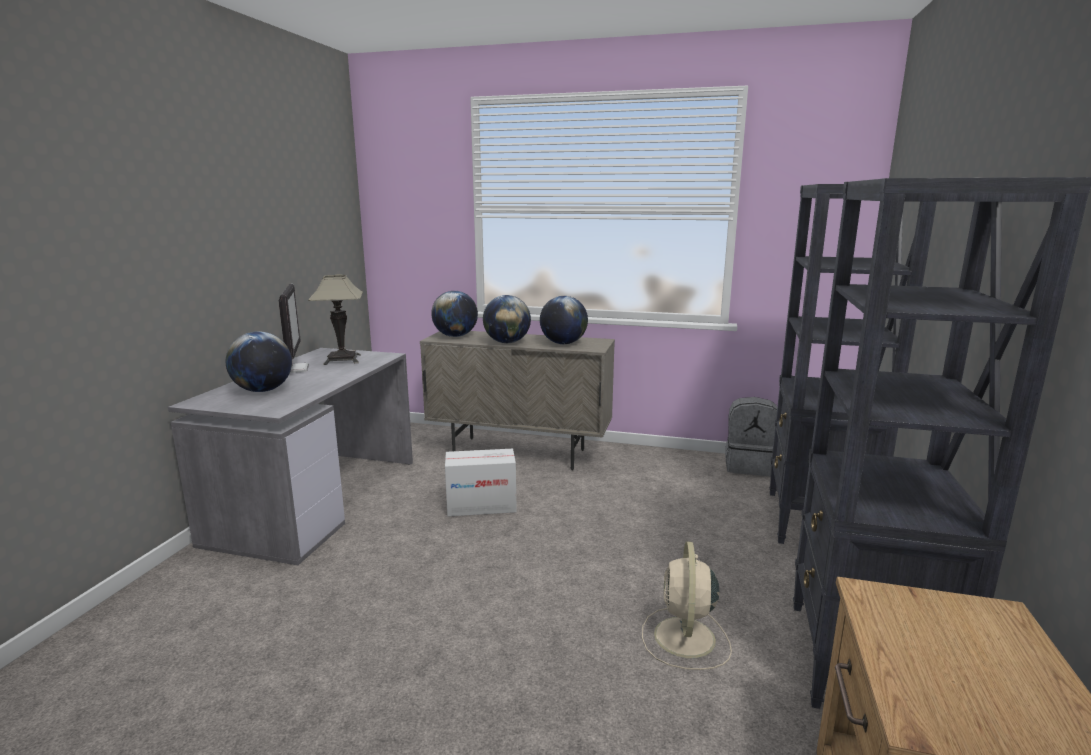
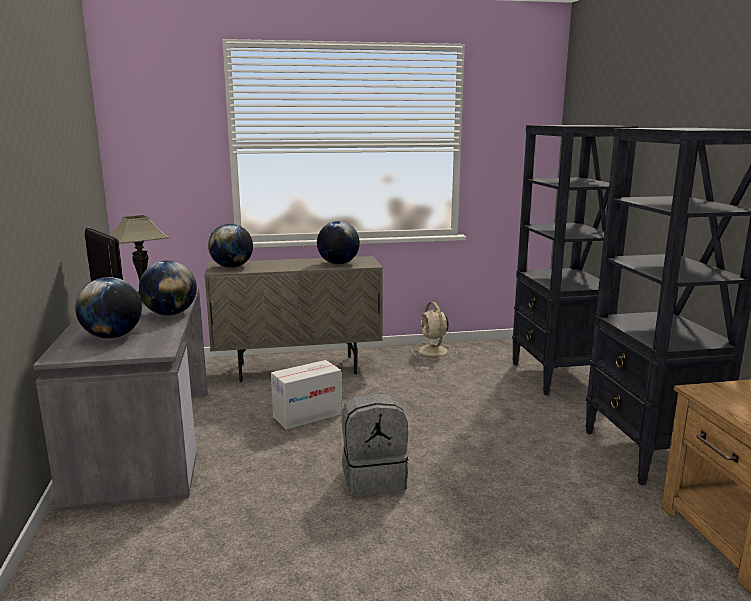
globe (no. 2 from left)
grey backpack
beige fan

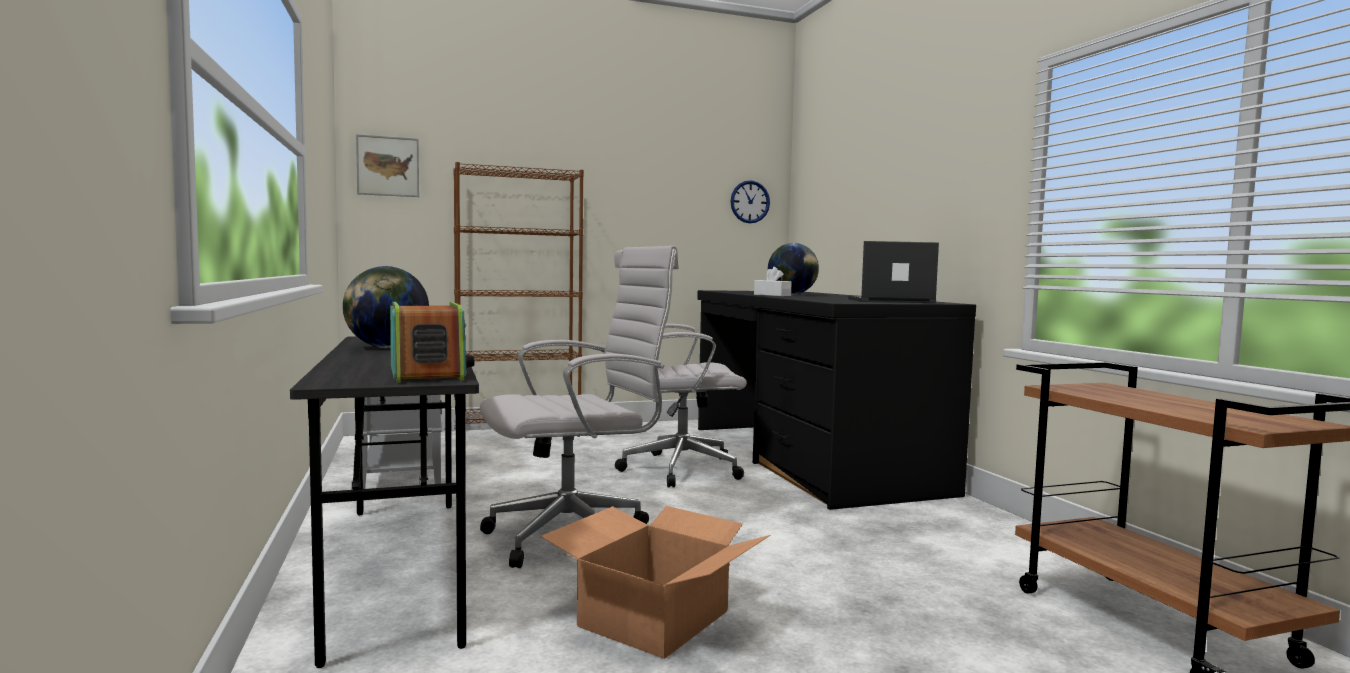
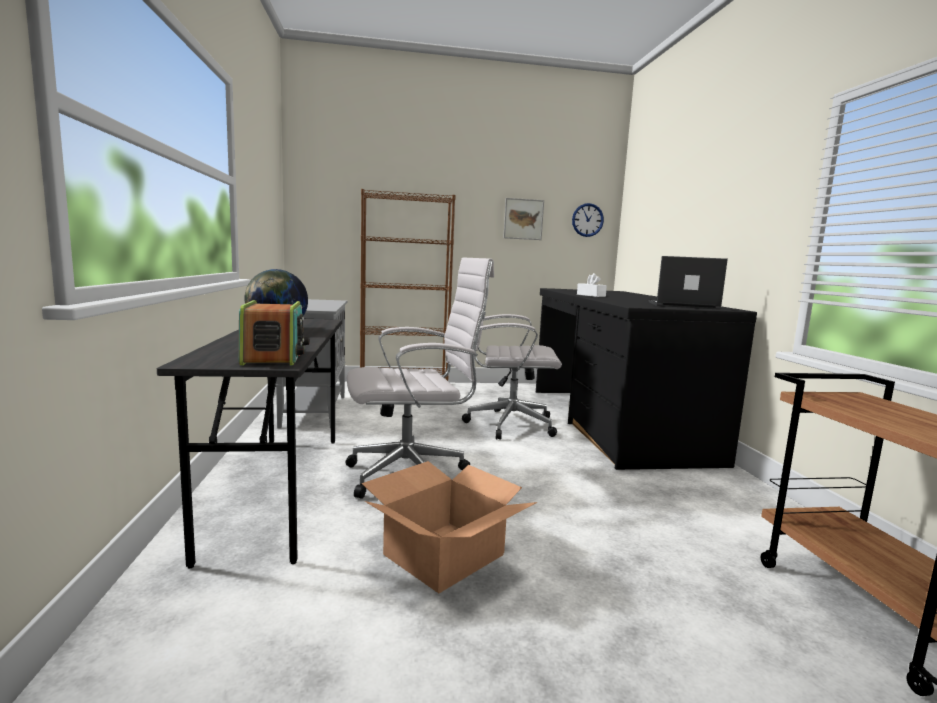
picture
globe (no. 2 from left in the first image)

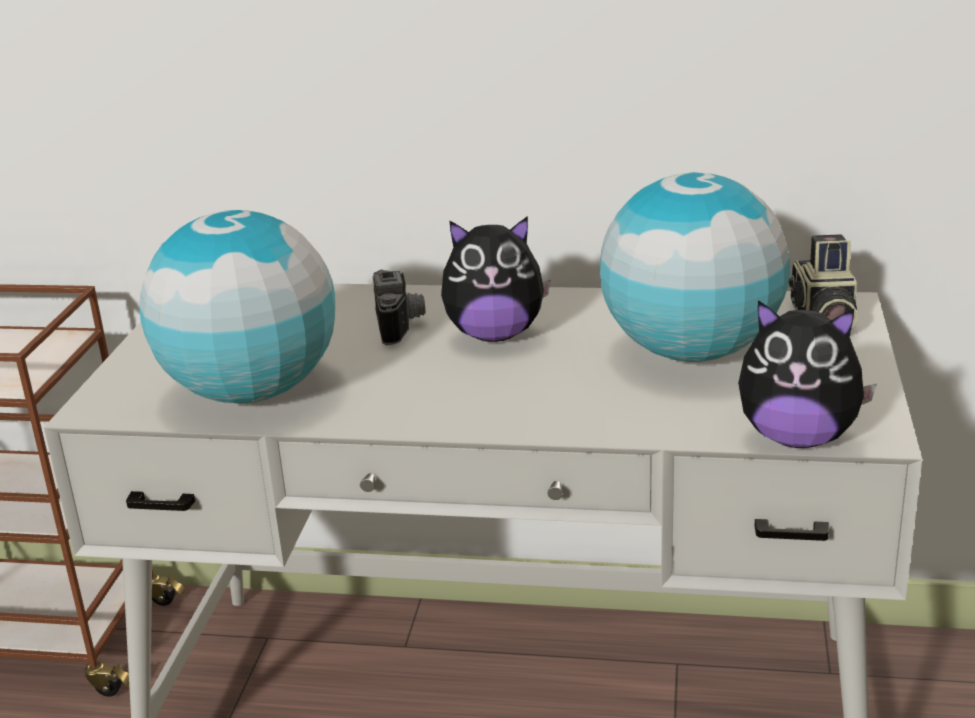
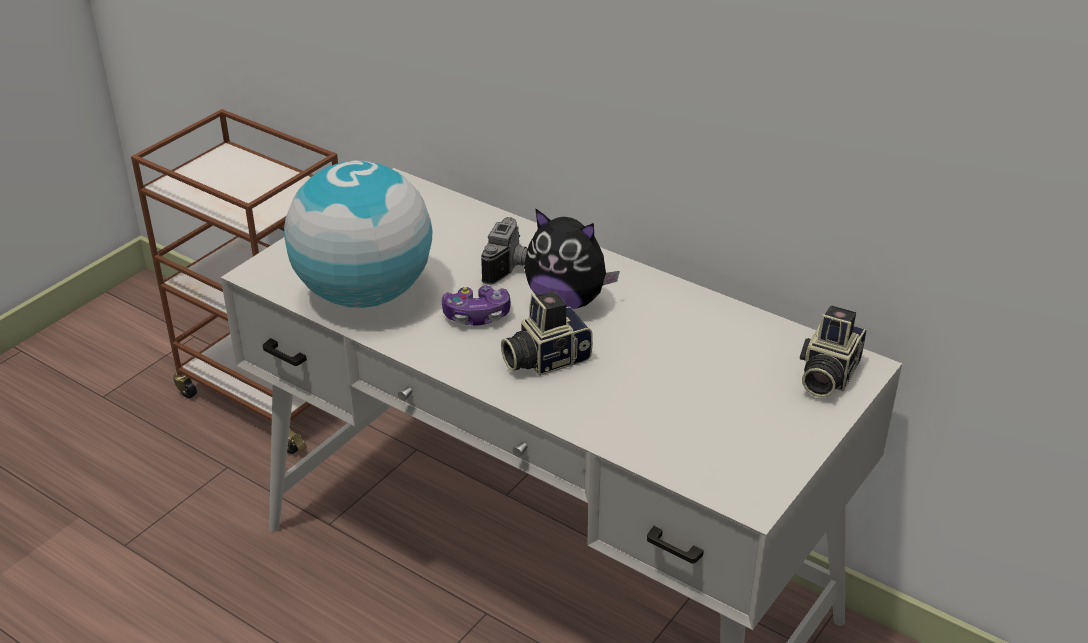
game controller
photo camera (no. 2 from left)
globe (no. 2 from left in the first image)
plush toy (no. 2 from left in the first image)

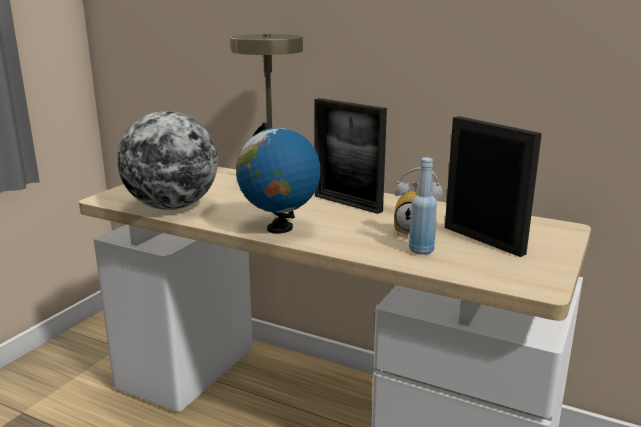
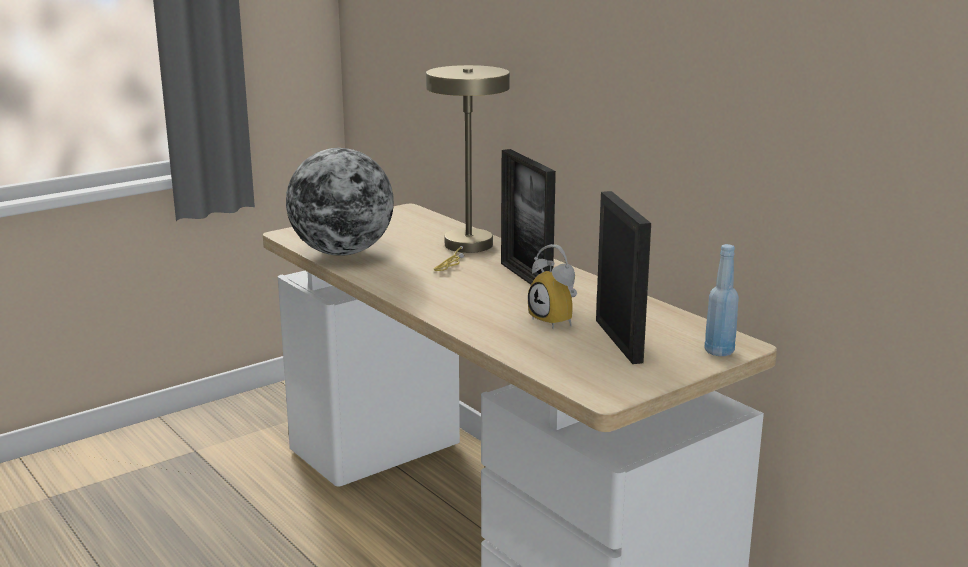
blue bottle
globe (no. 2 from left in the first image)

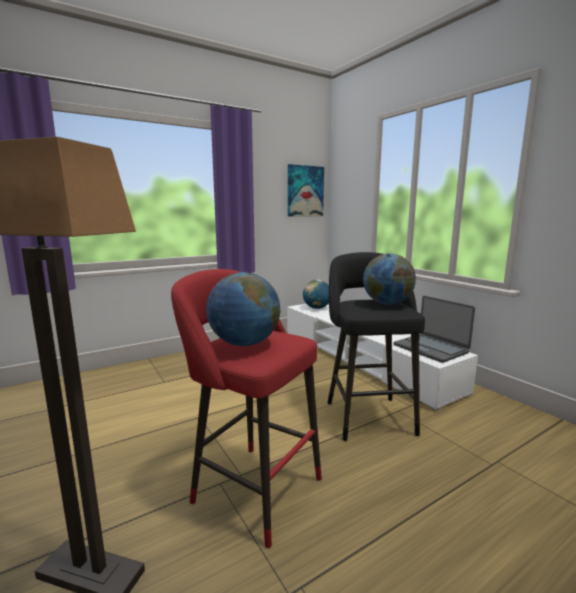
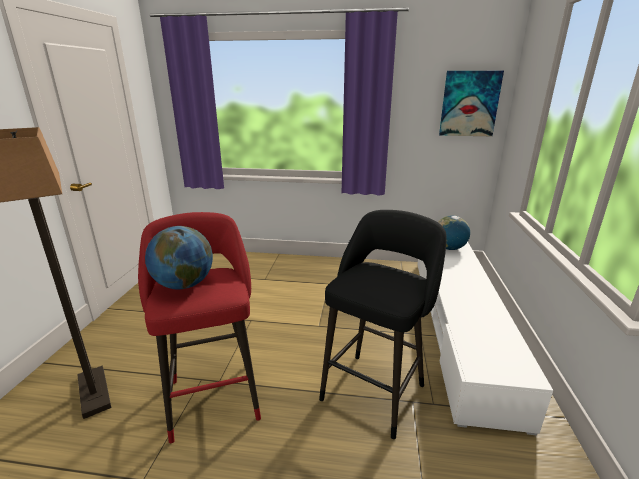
globe (no. 3 from left in the first image)
laptop

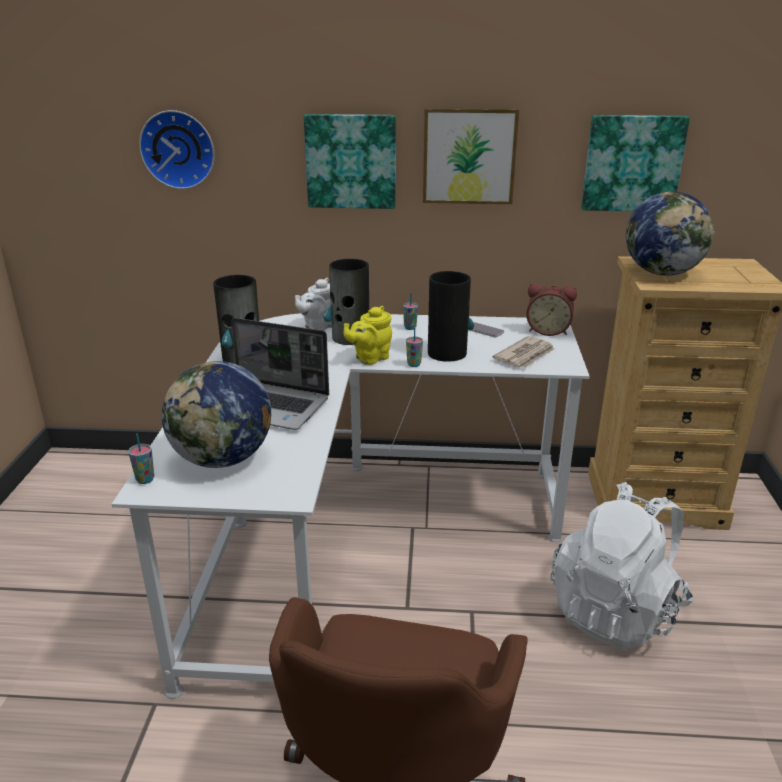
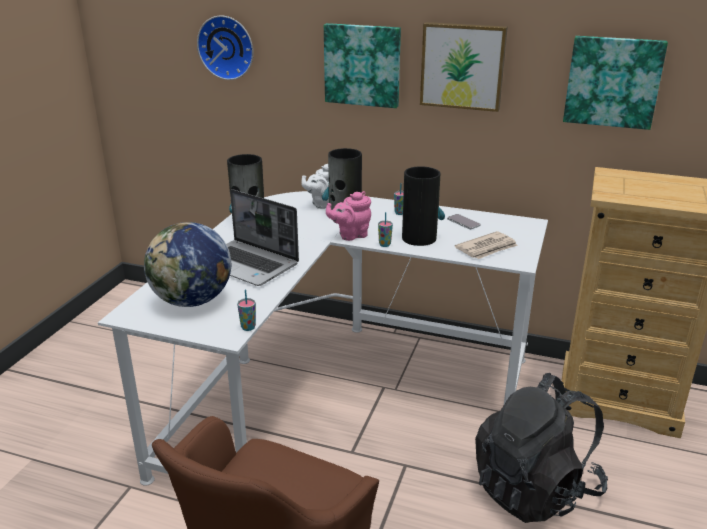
cup (no. 1 from left)
pink teapot
black backpack
alarm clock
globe (no. 2 from left in the first image)

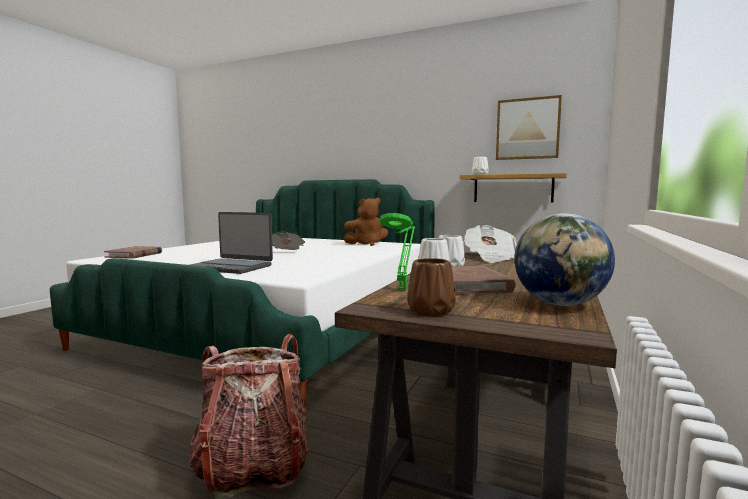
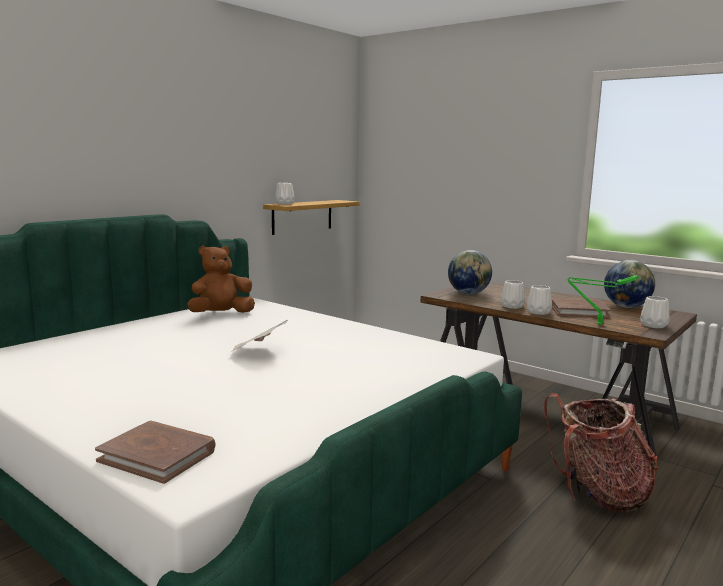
brown plush toy
globe (no. 1 from left)
white vase (no. 4 from left)
laptop
picture

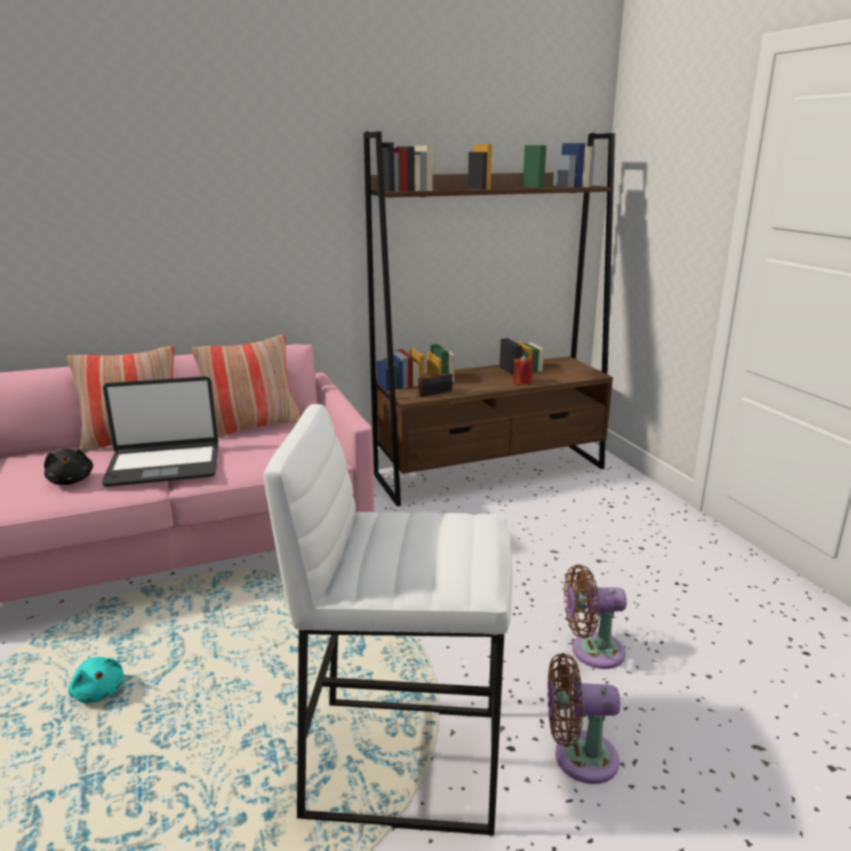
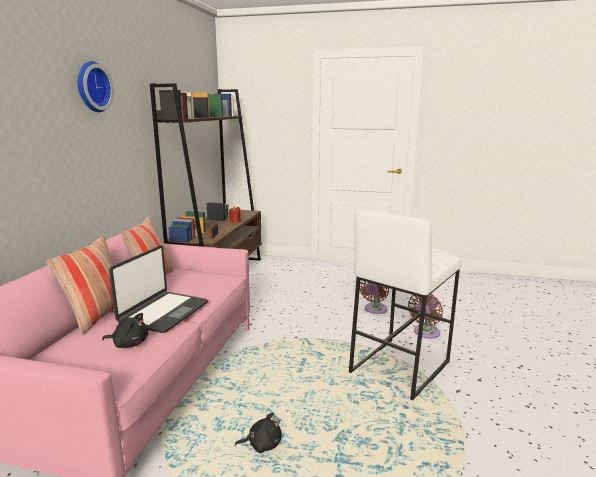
wall clock
black plush toy (no. 2 from left)

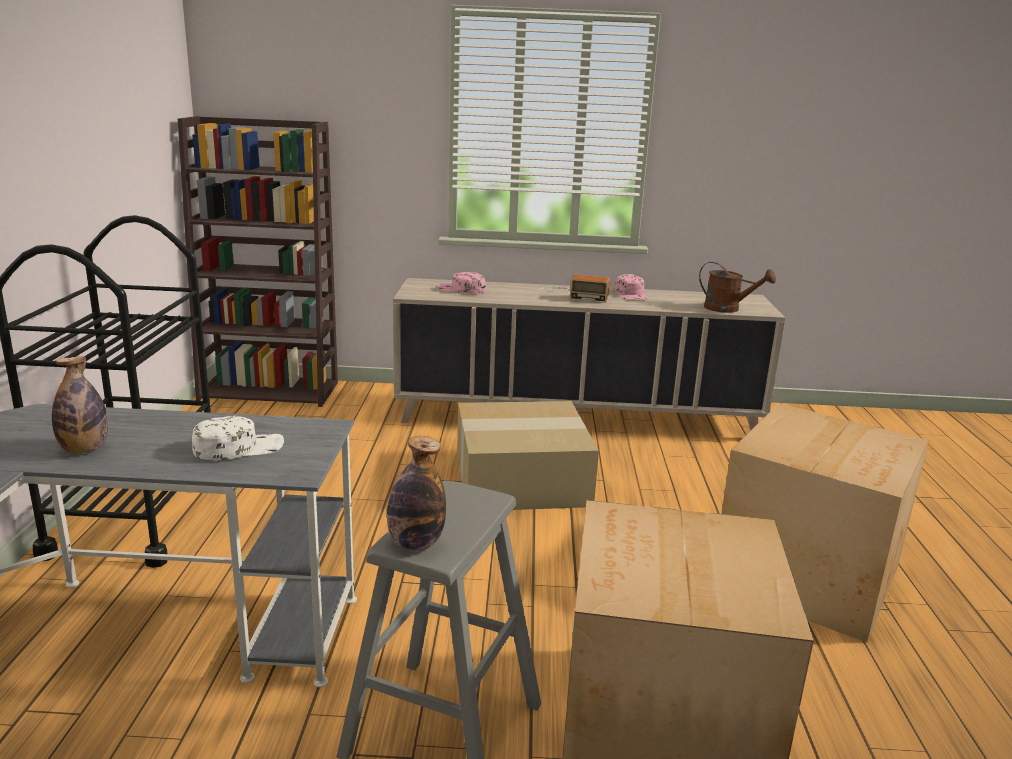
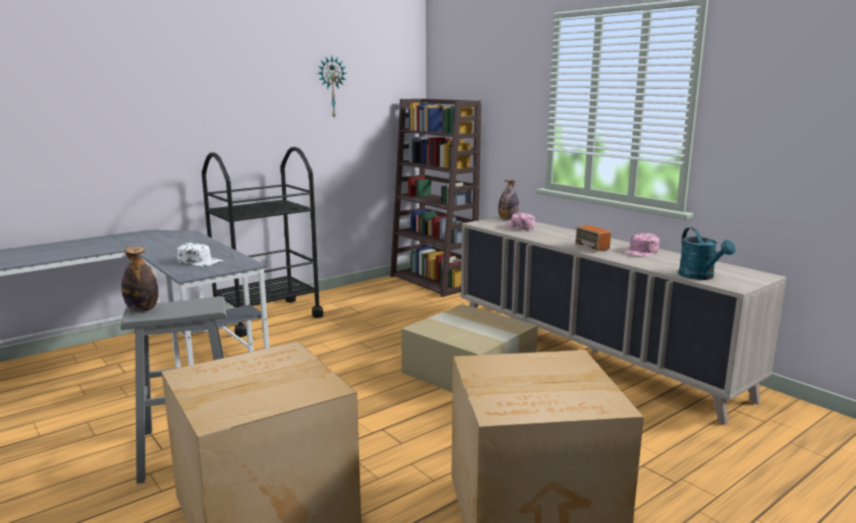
wall clock
bottle (no. 2 from left)
turquoise watering can

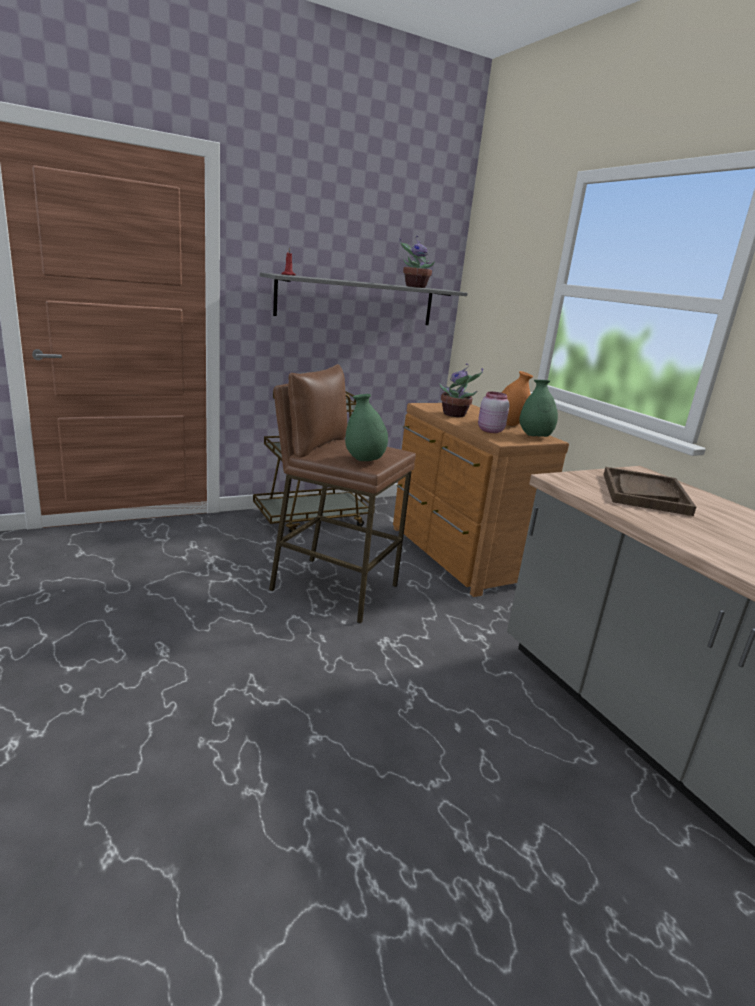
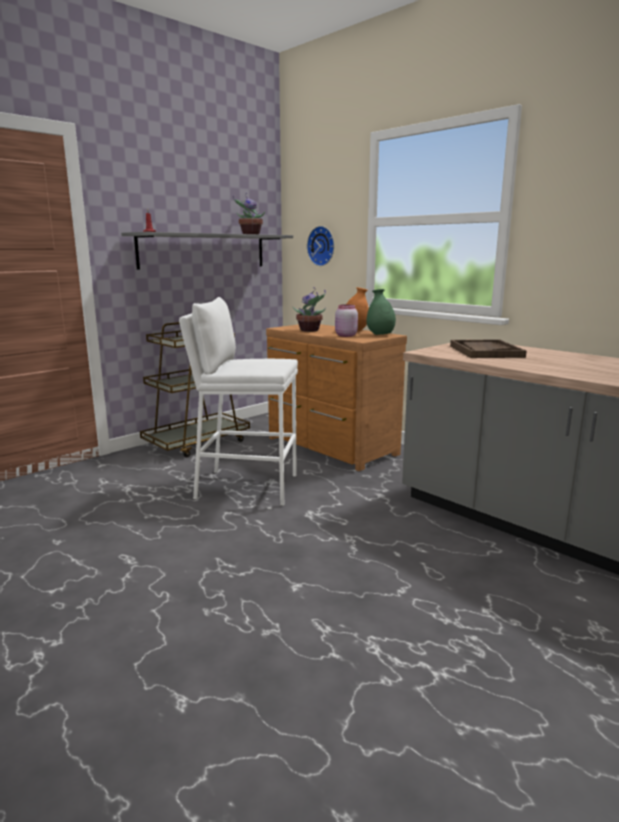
white stool
wall clock
green vase (no. 1 from left in the first image)

